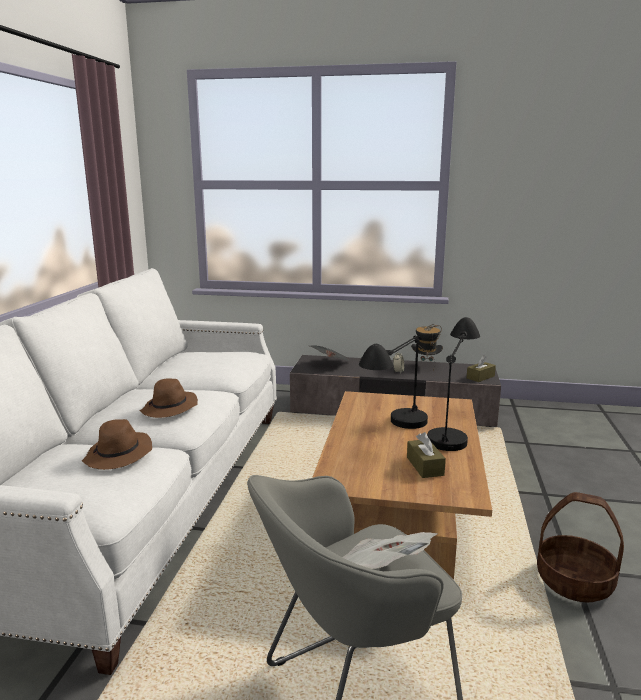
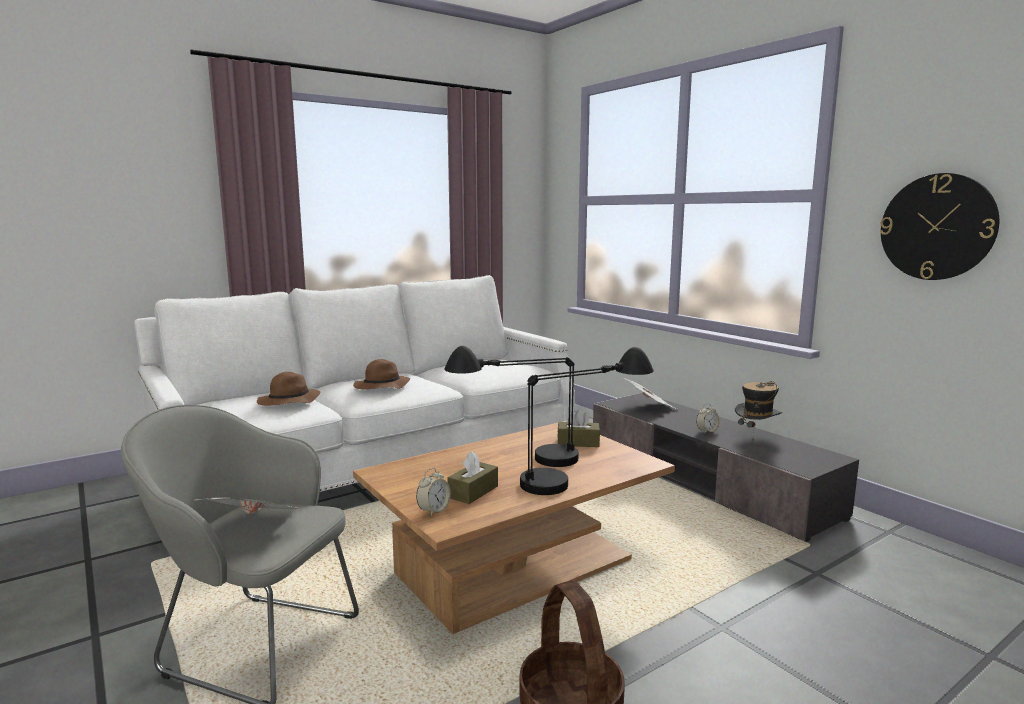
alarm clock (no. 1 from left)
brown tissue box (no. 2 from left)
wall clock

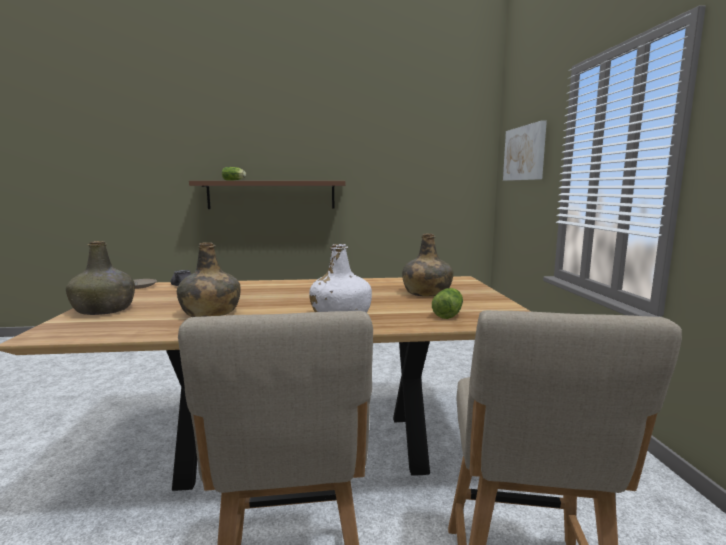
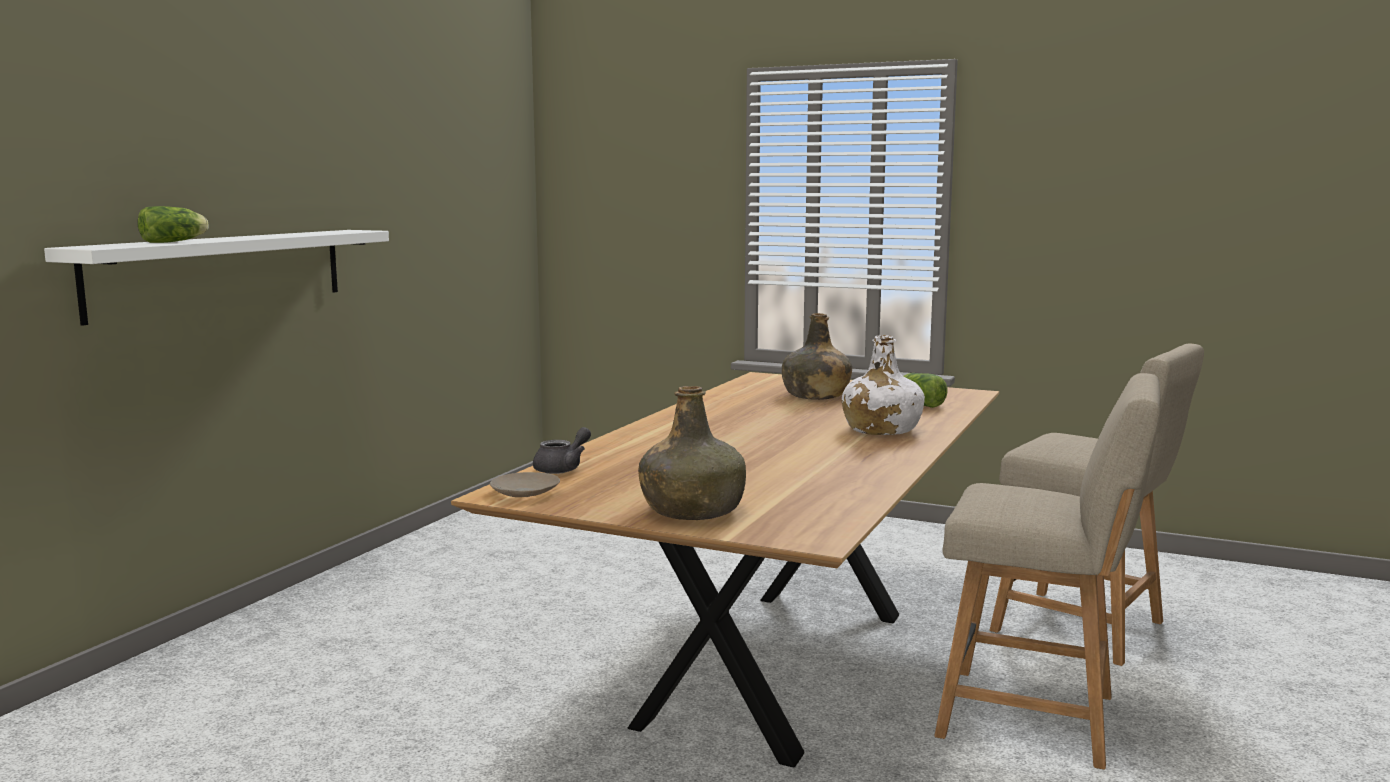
white shelf
green bottle (no. 2 from left in the first image)
picture

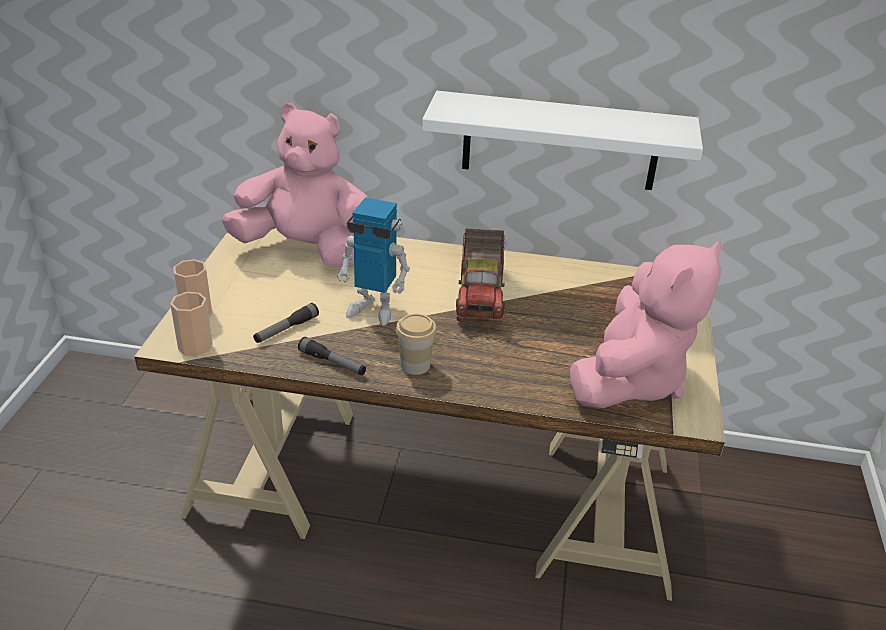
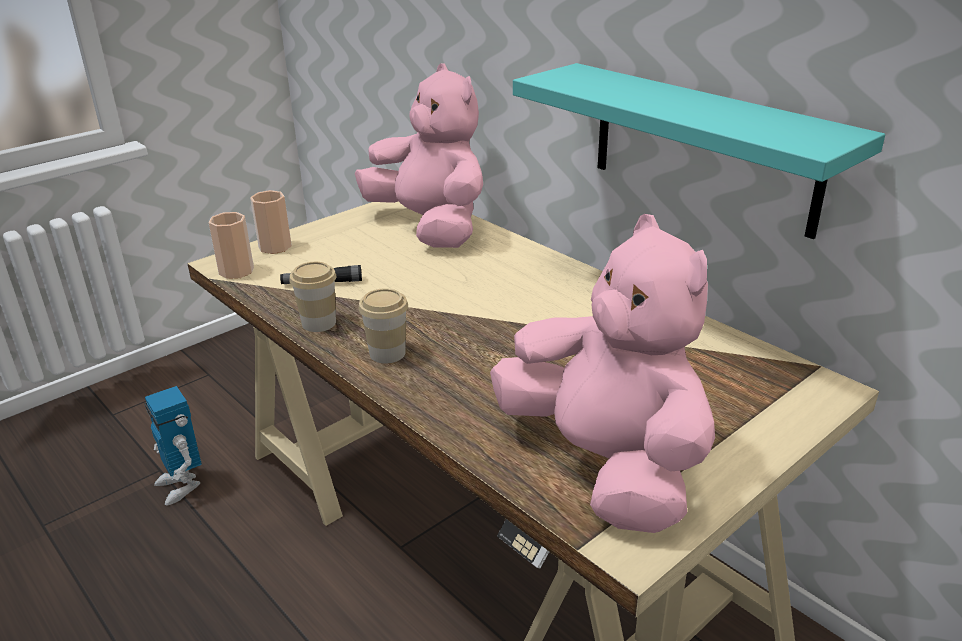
toy robot
cup (no. 3 from left)
pink plush toy (no. 2 from left)
turquoise shelf
toy truck

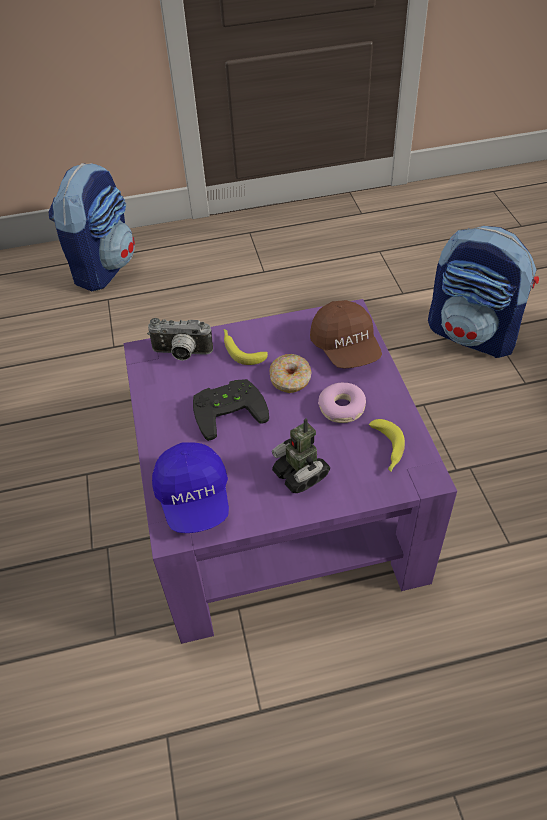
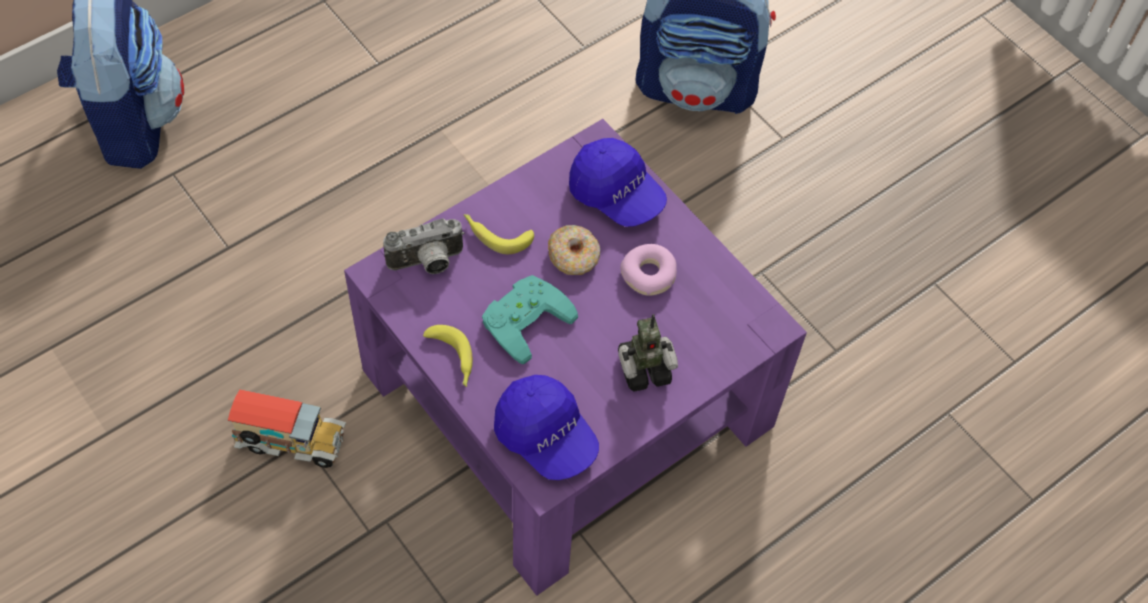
toy truck
banana (no. 1 from left)
turquoise game controller
blue cap (no. 2 from left)
toy robot

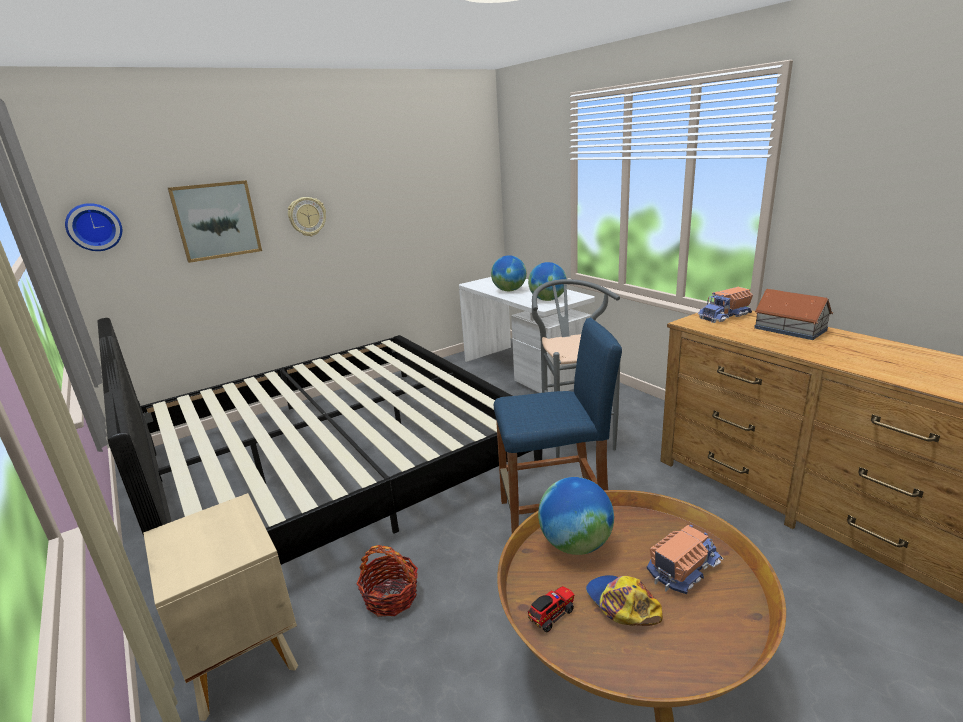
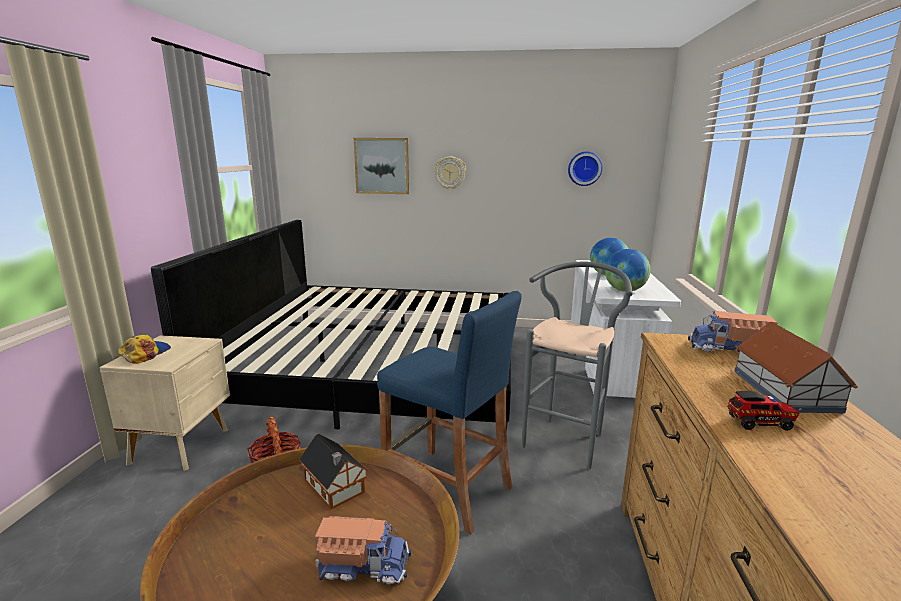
cap
toy house (no. 1 from left)
wall clock (no. 2 from left)
toy truck (no. 3 from left)

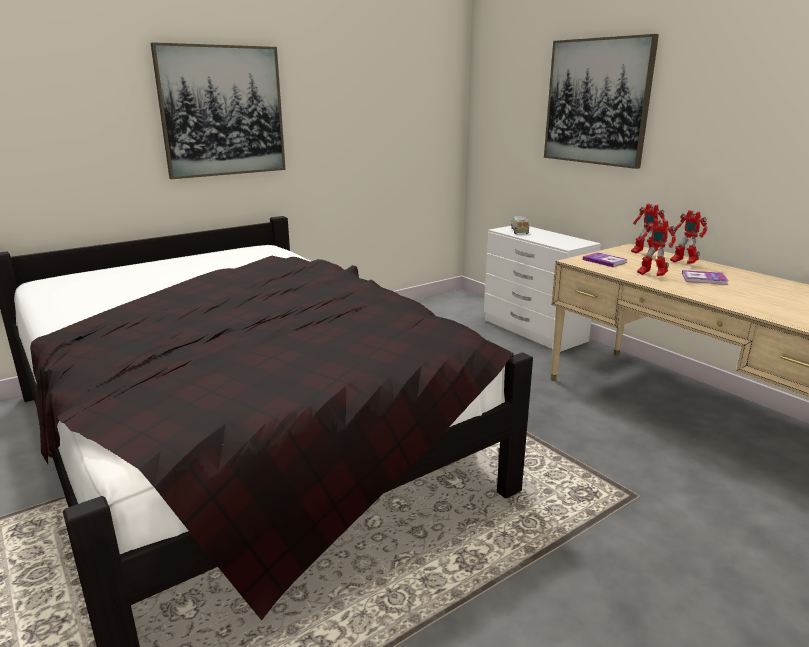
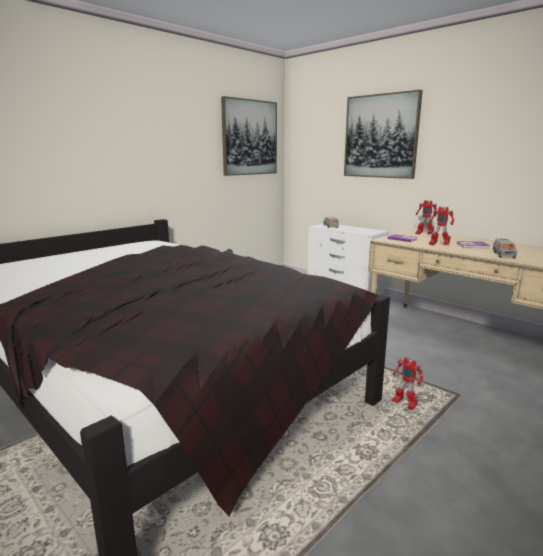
picture (no. 1 from left)
toy robot (no. 1 from left)
toy truck (no. 2 from left)

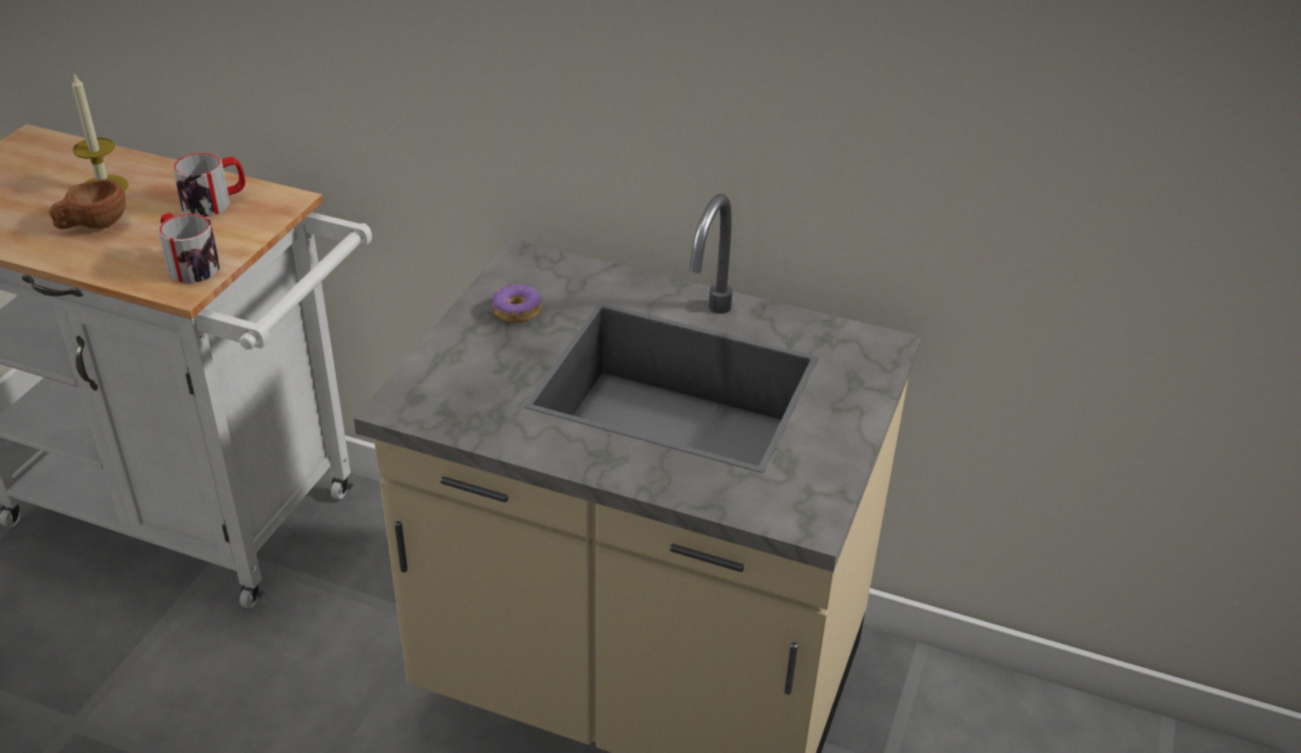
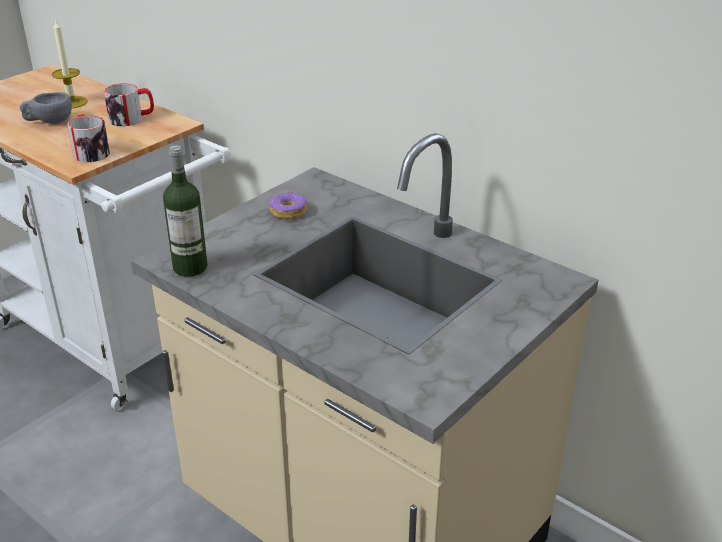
grey cup
bottle

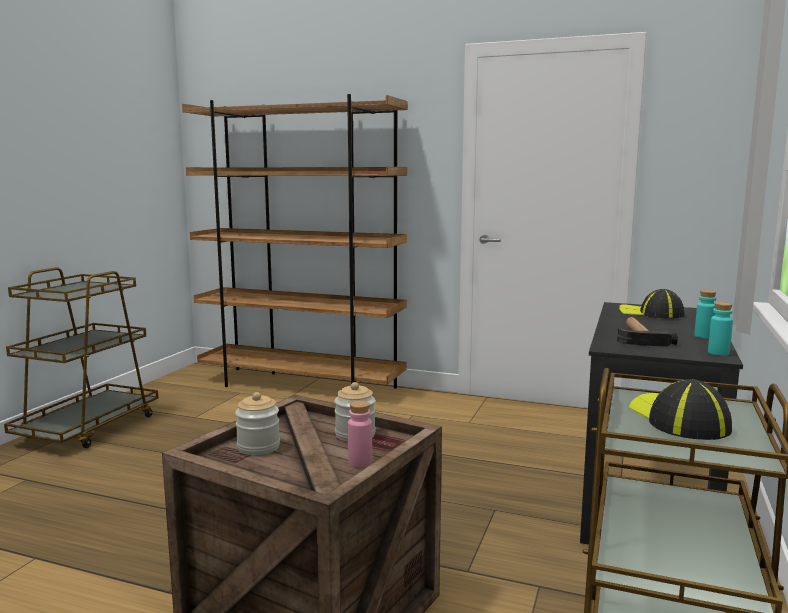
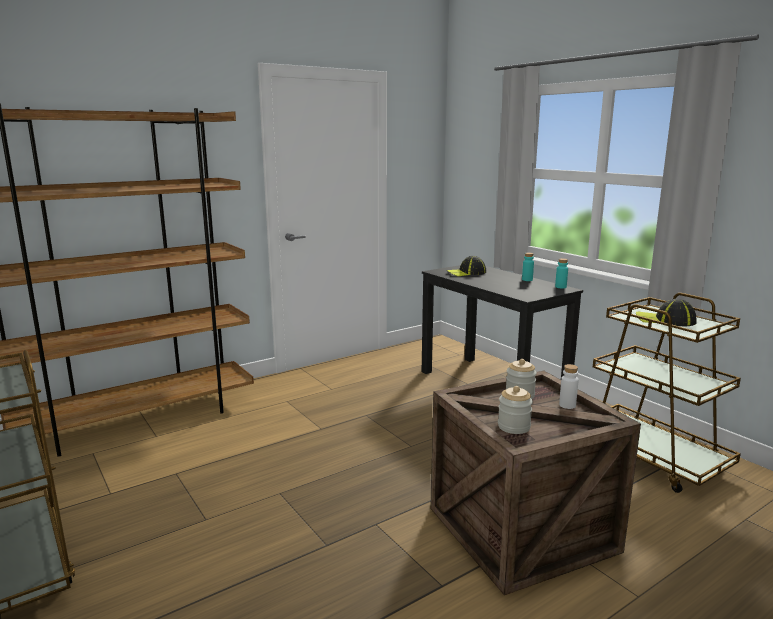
white bottle
hammer

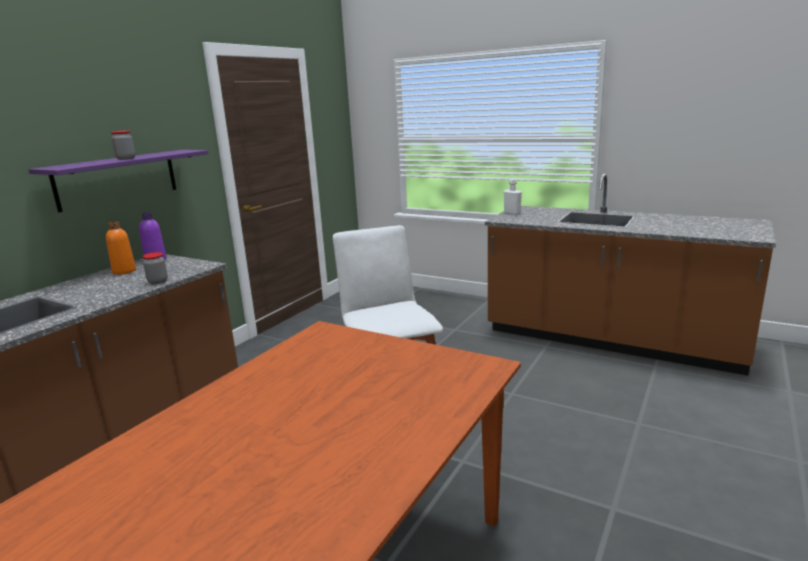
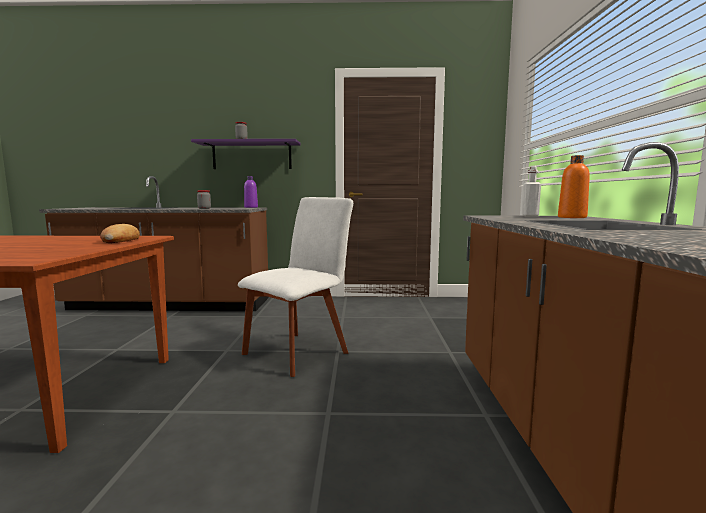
bread
orange bottle

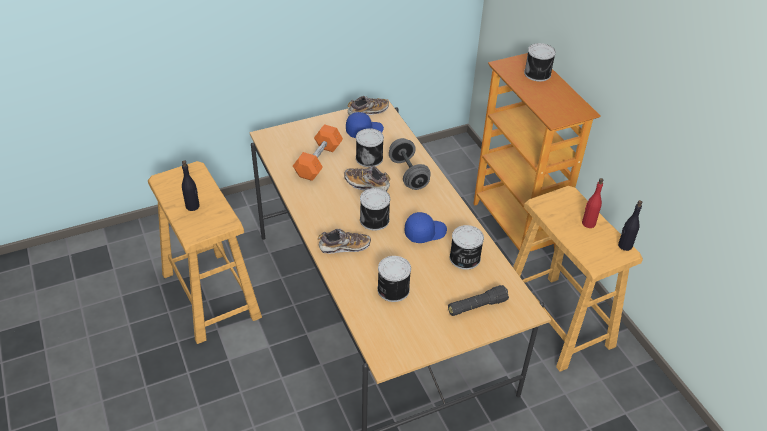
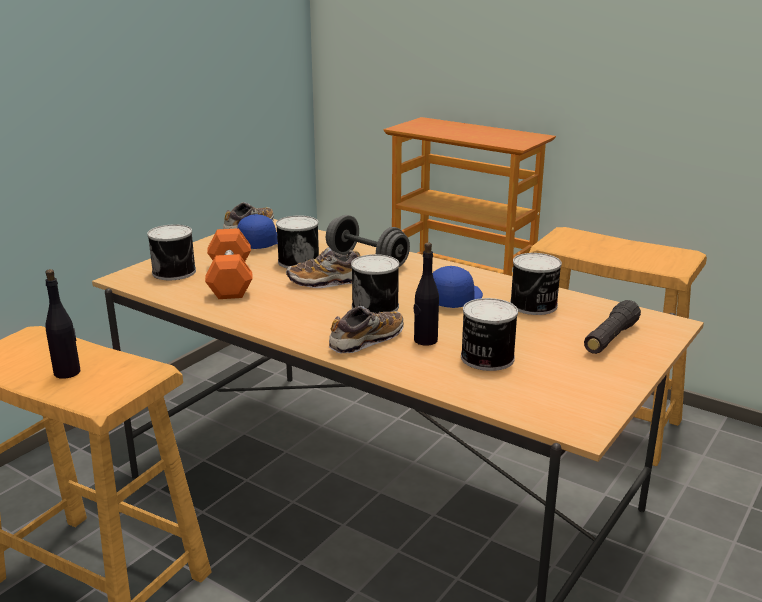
can (no. 1 from left)
black bottle (no. 2 from left)
red bottle

